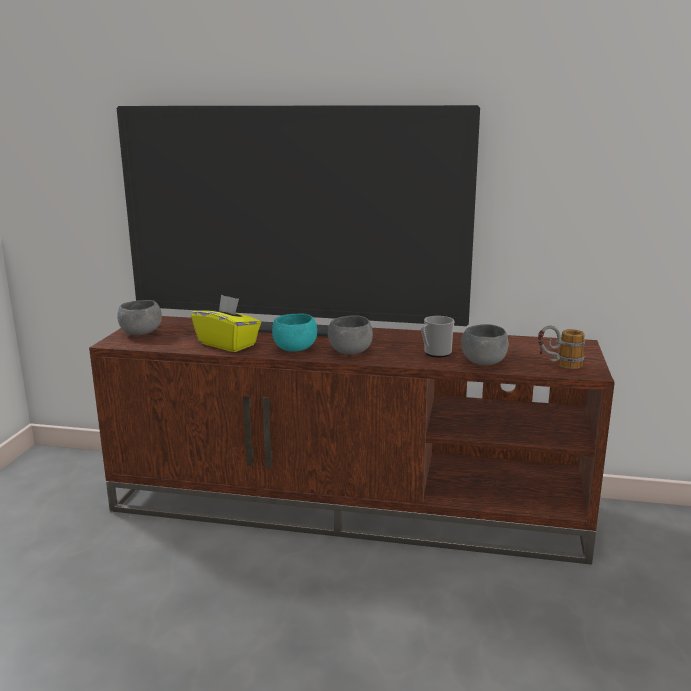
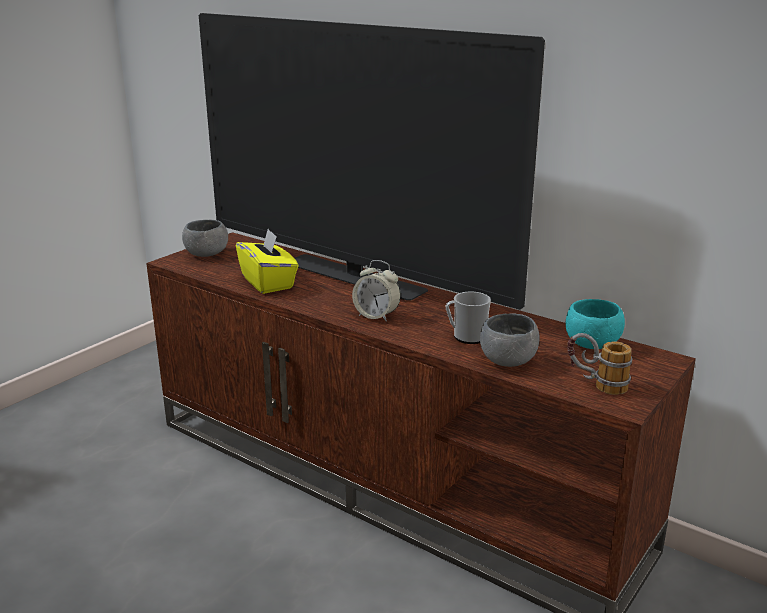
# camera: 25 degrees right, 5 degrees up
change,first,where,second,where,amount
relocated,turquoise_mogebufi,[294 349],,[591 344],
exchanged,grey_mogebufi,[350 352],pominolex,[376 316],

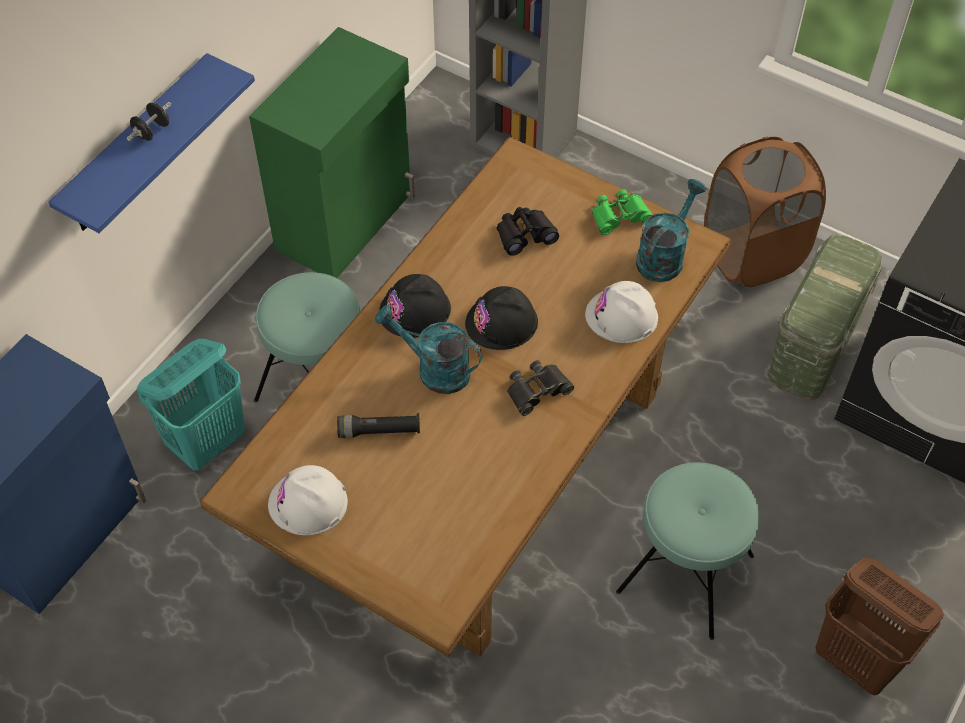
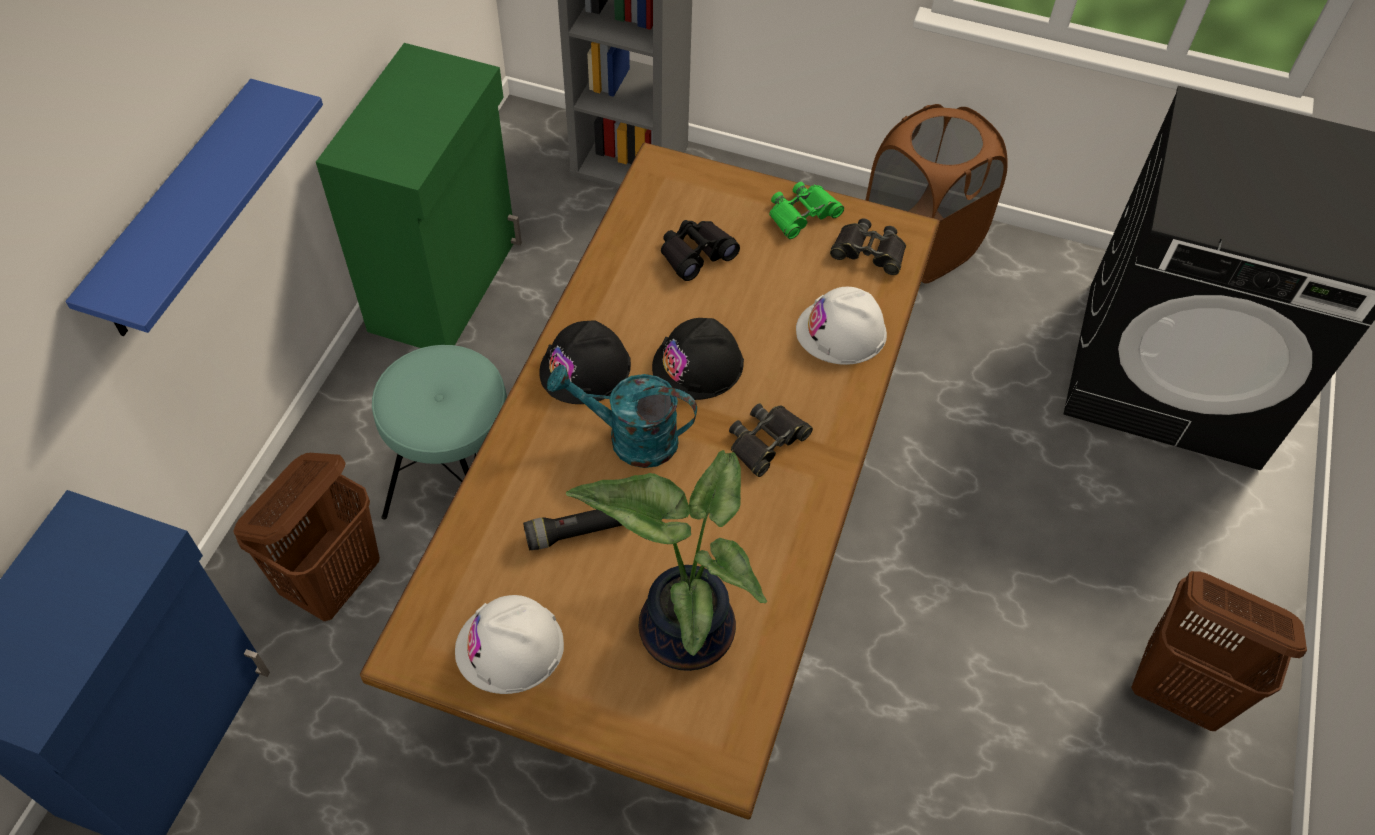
# camera: 15 degrees left, 0 degrees up
change,first,where,second,where,amount
missing,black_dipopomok,[152 131],,,
exchanged,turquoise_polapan,[664 255],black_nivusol,[869 252],
missing,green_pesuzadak,[813 347],,,
colour,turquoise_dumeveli,[207 442],brown_dumeveli,[334 580],
missing,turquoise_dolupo,[685 573],,,
appeared,,,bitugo,[682 625],

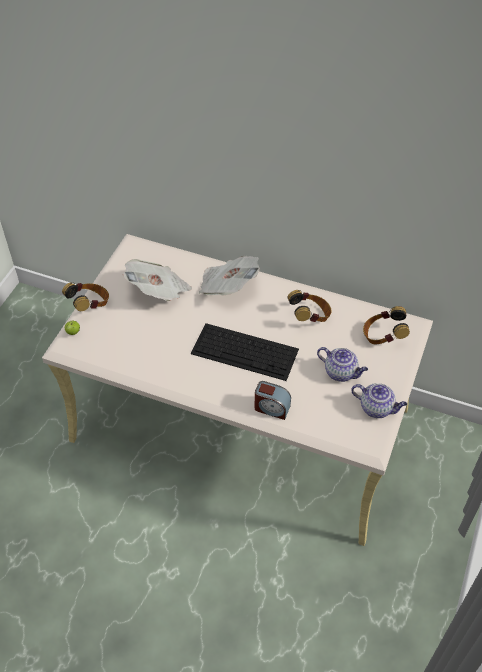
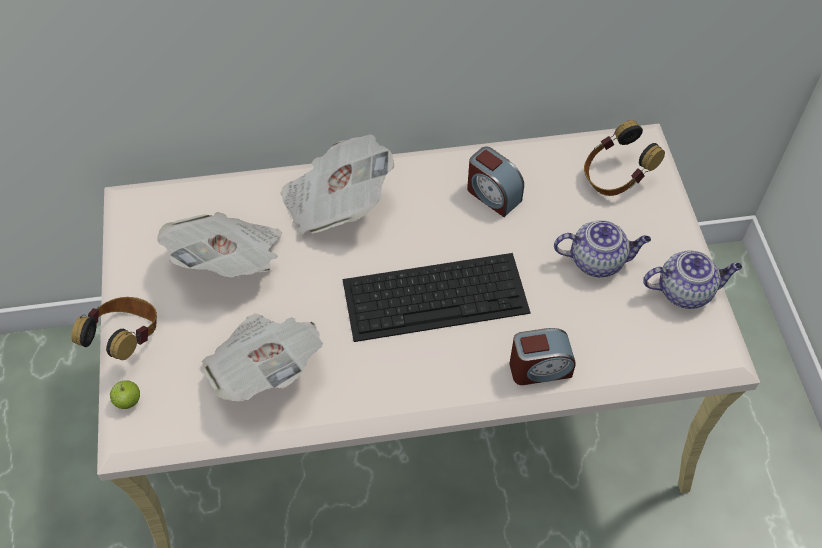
# camera: 30 degrees left, 5 degrees up
change,first,where,second,where,amount
exchanged,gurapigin,[310 317],pominolex,[492 195],
appeared,,,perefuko,[265 368],

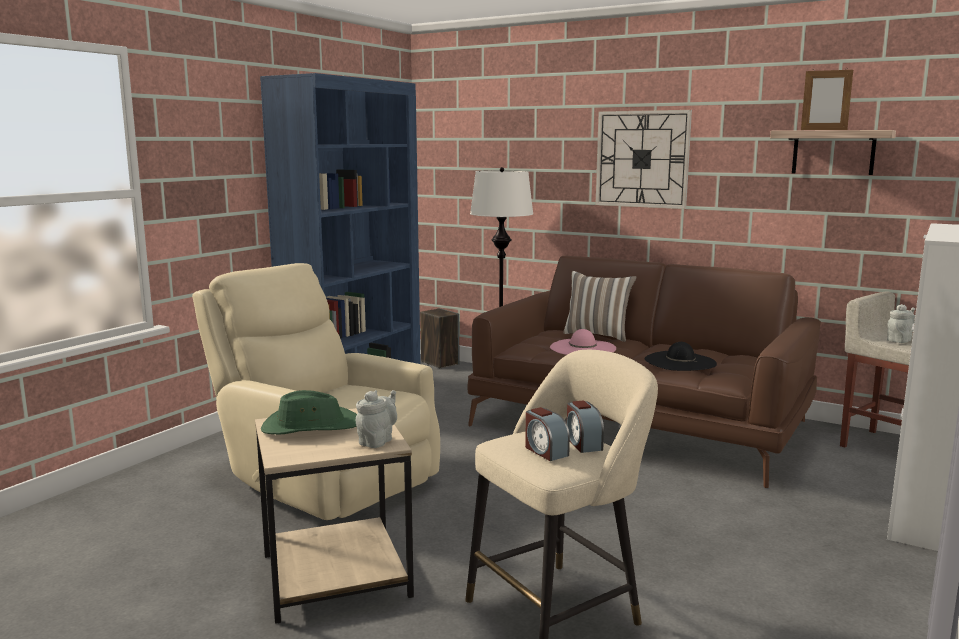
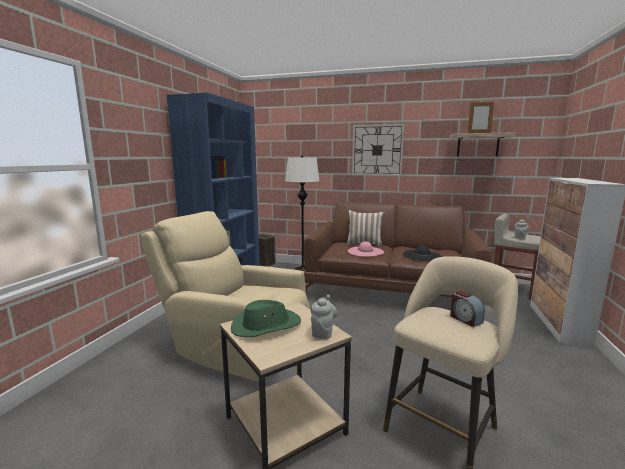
# camera: 15 degrees left, 0 degrees up
change,first,where,second,where,amount
missing,pominolex,[545 451],,,

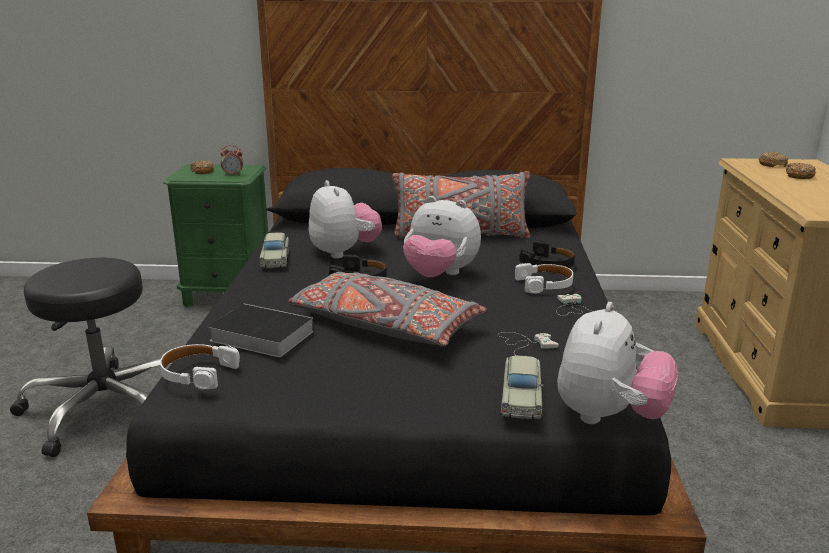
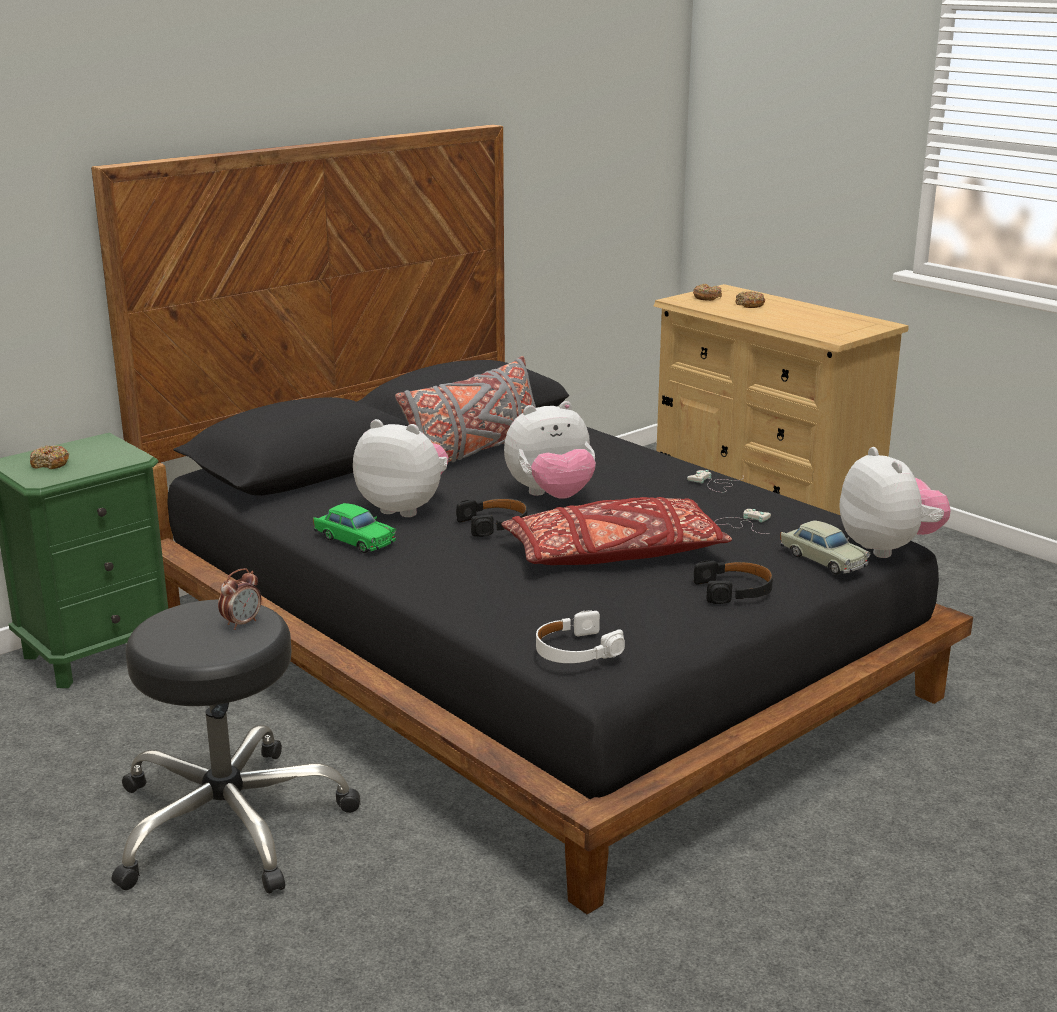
# camera: 45 degrees left, 0 degrees up
change,first,where,second,where,amount
relocated,pominolex,[233 175],,[242 623],
colour,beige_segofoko,[275 259],green_segofoko,[354 540],
relocated,black_gurapigin,[548 263],,[735 590],
missing,white_gurapigin,[545 284],,,
colour,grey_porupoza,[384 326],red_porupoza,[614 555],
missing,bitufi,[258 335],,,

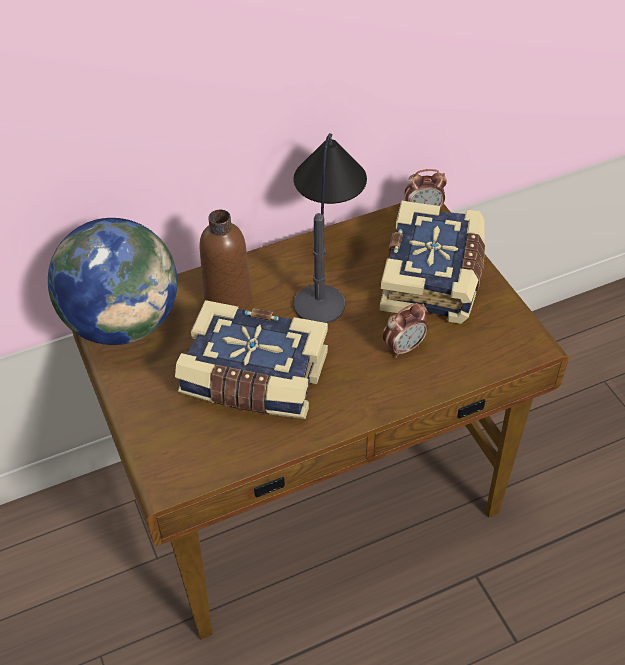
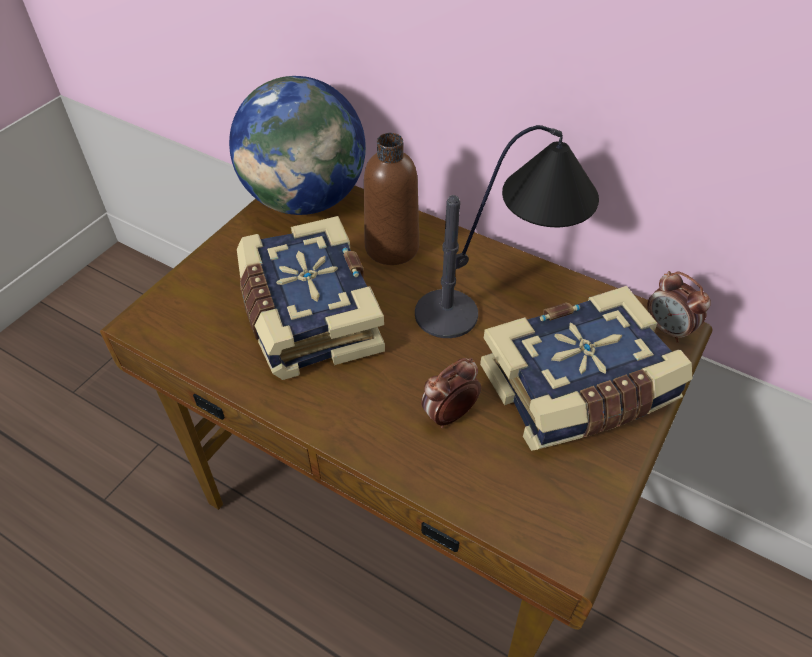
# camera: 55 degrees right, 0 degrees up
change,first,where,second,where,amount
spun,pominolex,[404 348],,[449 415],120 degrees clockwise

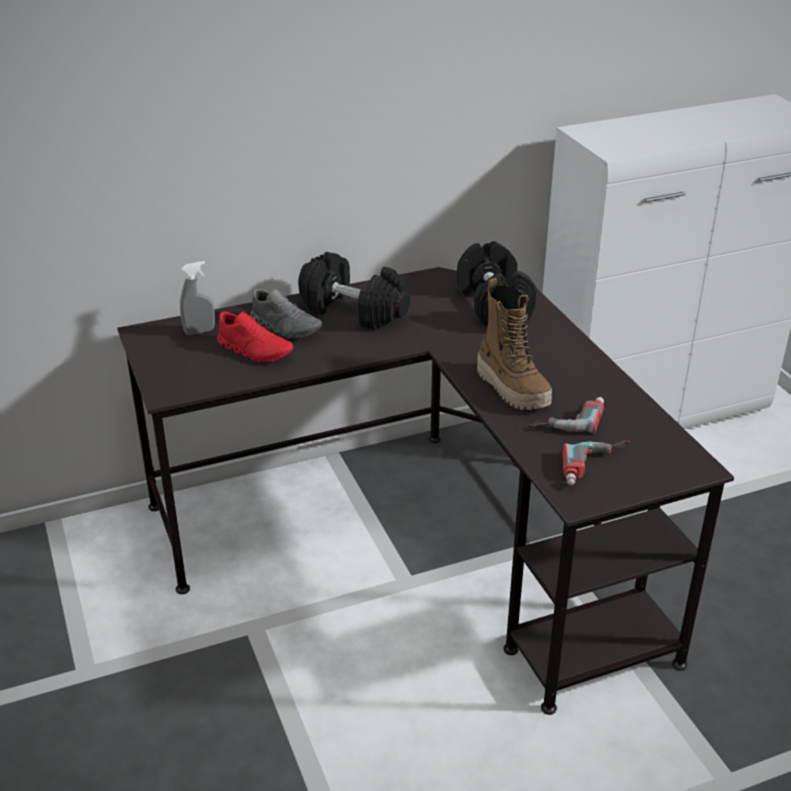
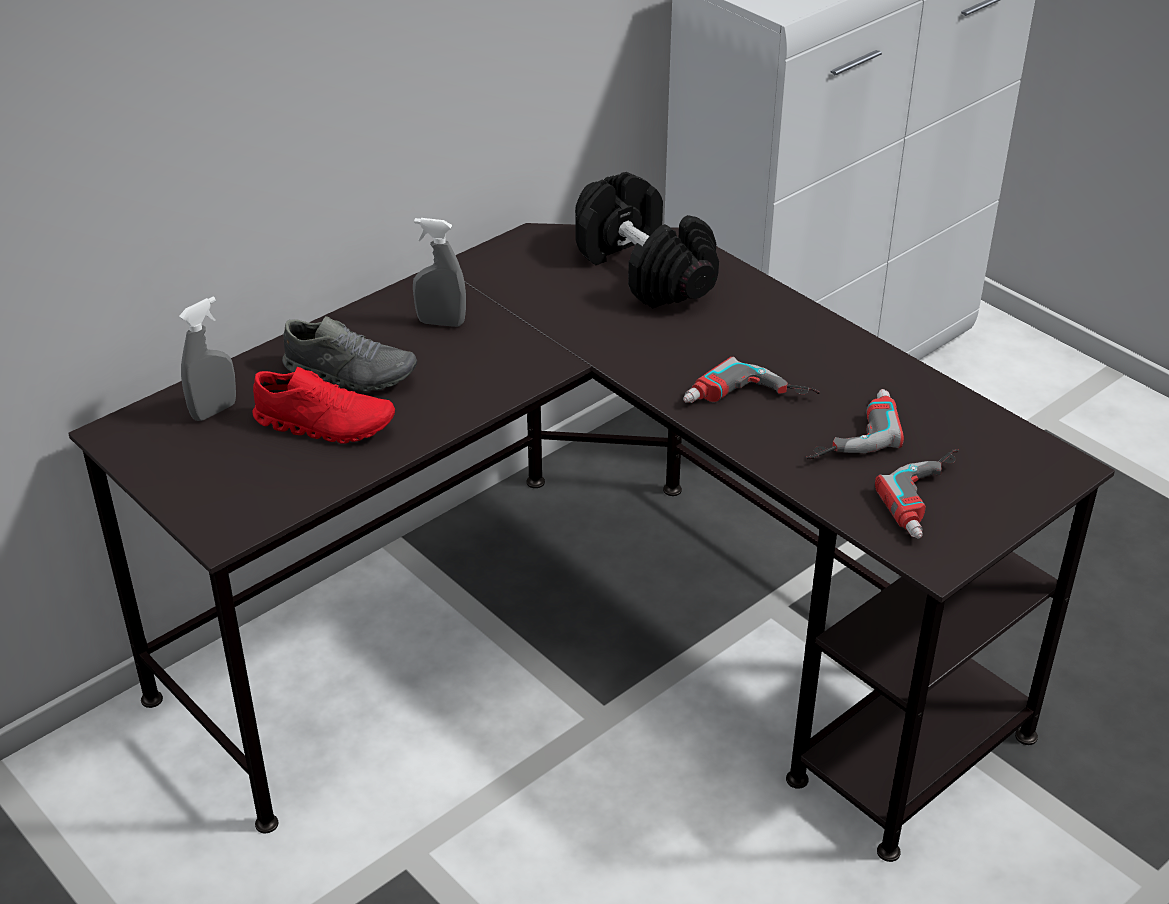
# camera: 20 degrees left, 5 degrees up
change,first,where,second,where,amount
exchanged,black_dipopomok,[354 310],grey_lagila,[441 322],
exchanged,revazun,[512 388],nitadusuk,[748 402],

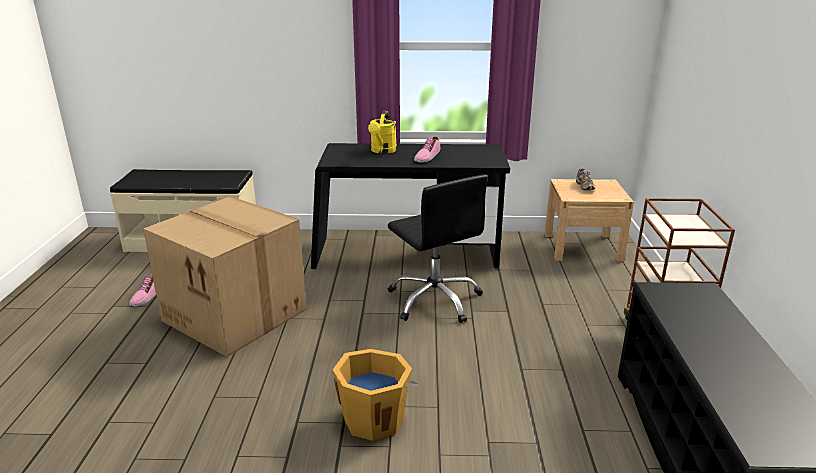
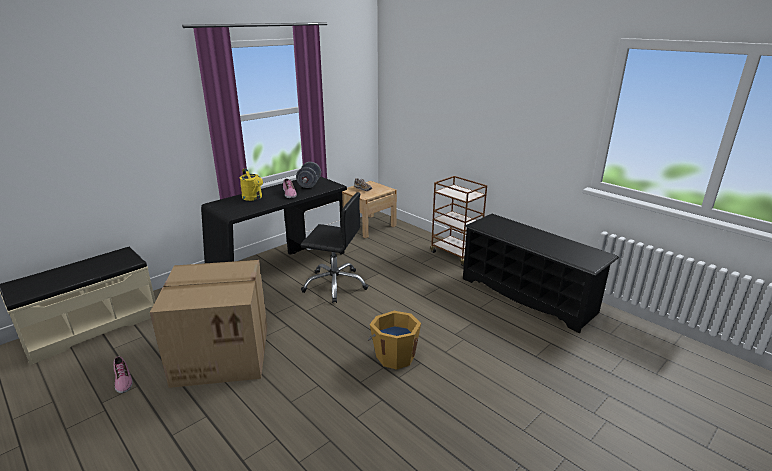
# camera: 45 degrees left, 0 degrees up
change,first,where,second,where,amount
appeared,,,grey_dipopomok,[309 184],

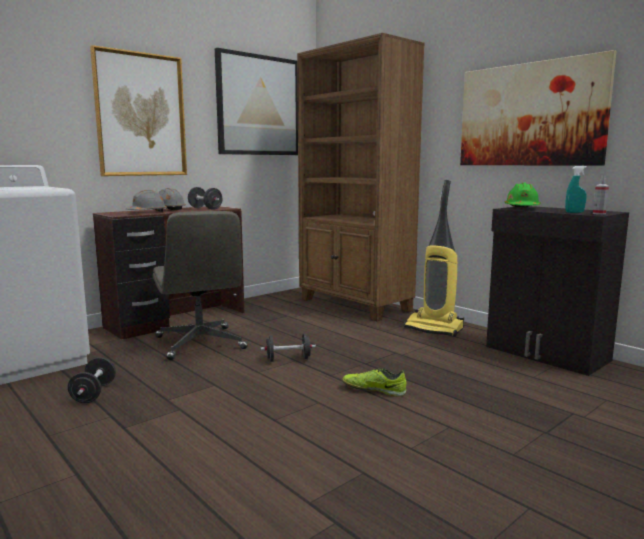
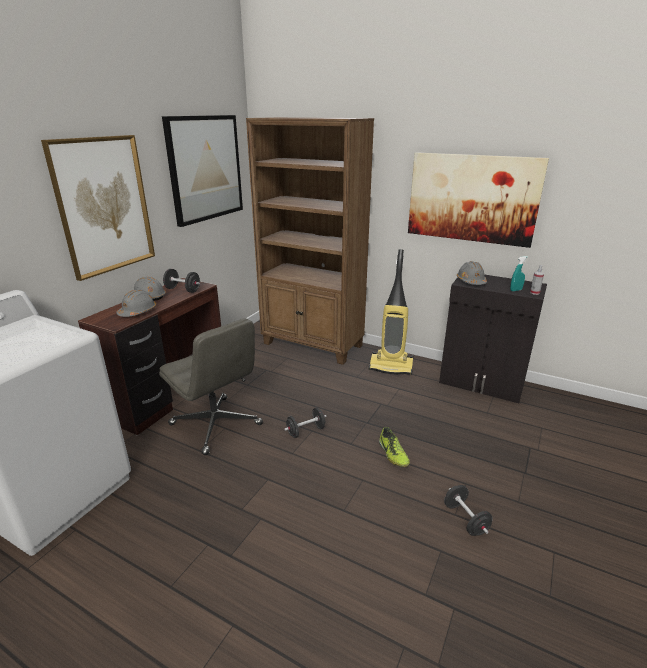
# camera: 20 degrees left, 15 degrees up
change,first,where,second,where,amount
colour,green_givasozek,[522 208],grey_givasozek,[471 281],
relocated,black_dipopomok,[94 393],,[465 519],
spun,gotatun,[374 390],,[393 454],105 degrees counterclockwise

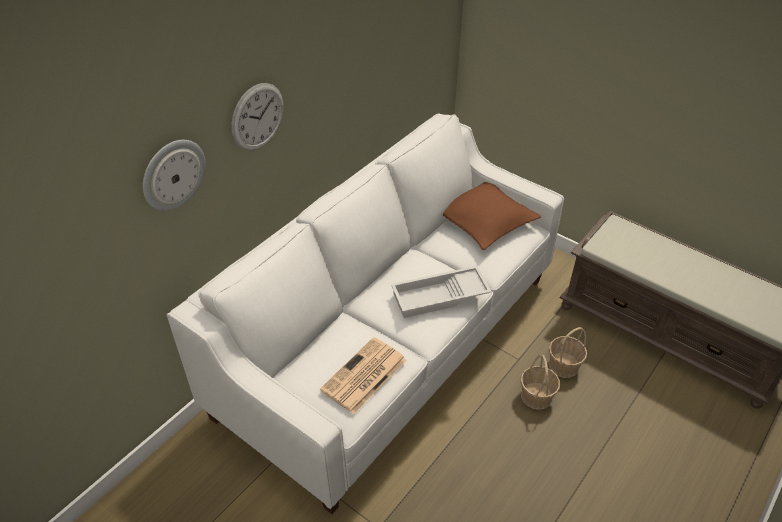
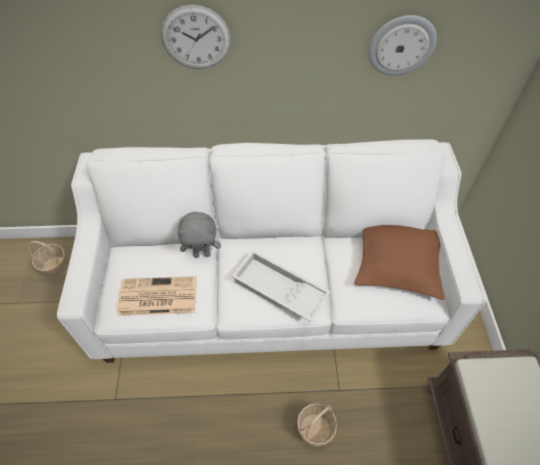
# camera: 50 degrees right, 10 degrees up
change,first,where,second,where,amount
relocated,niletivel,[173 174],,[401 45],
relocated,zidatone,[563 365],,[56 267],
appeared,,,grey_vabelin,[202 254],

